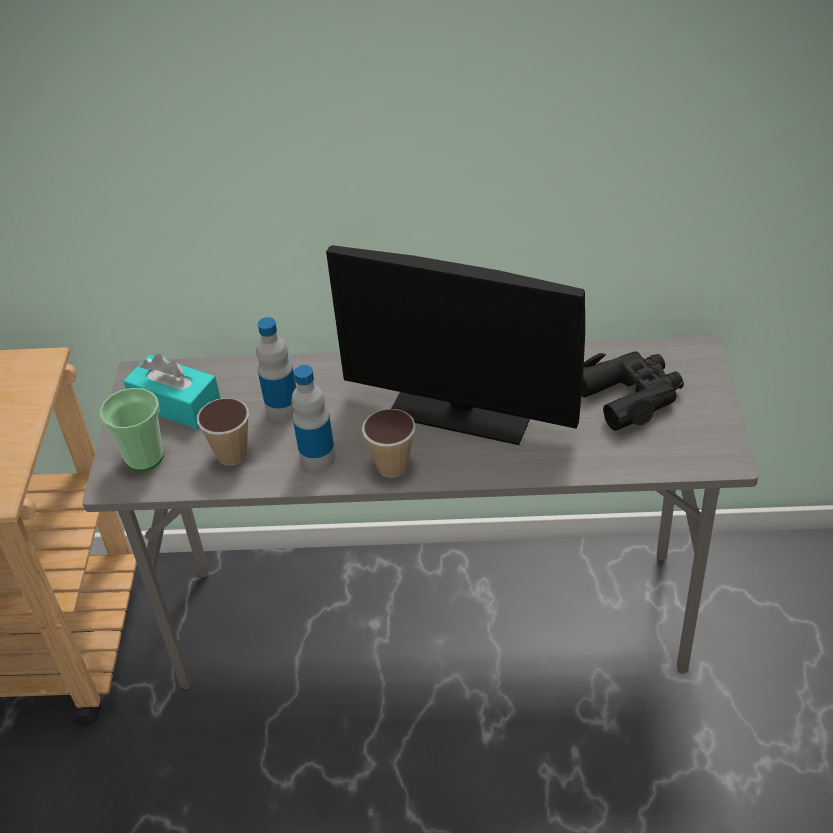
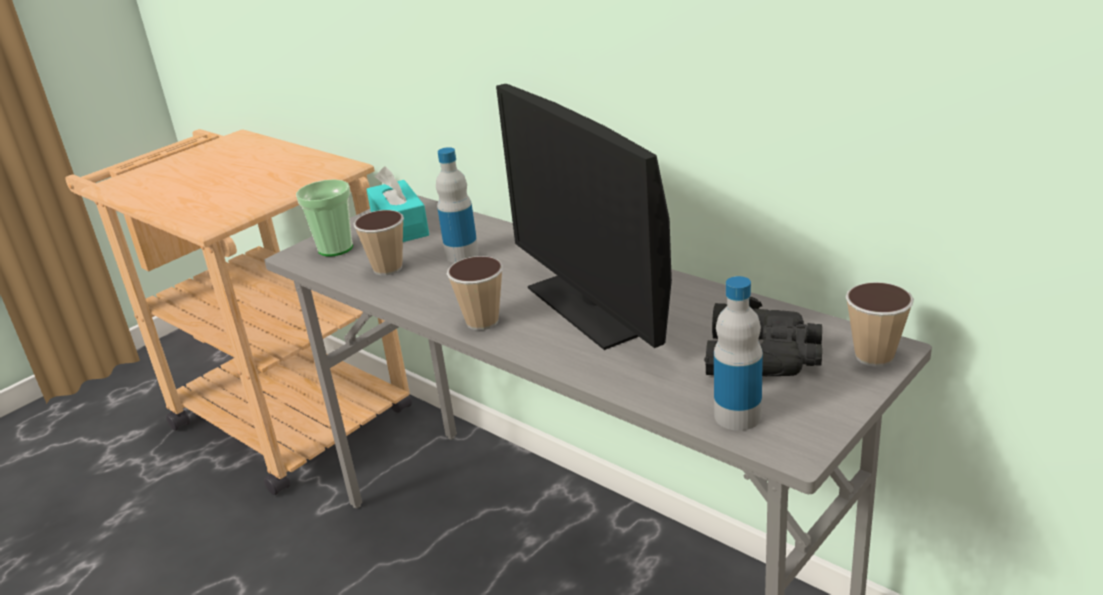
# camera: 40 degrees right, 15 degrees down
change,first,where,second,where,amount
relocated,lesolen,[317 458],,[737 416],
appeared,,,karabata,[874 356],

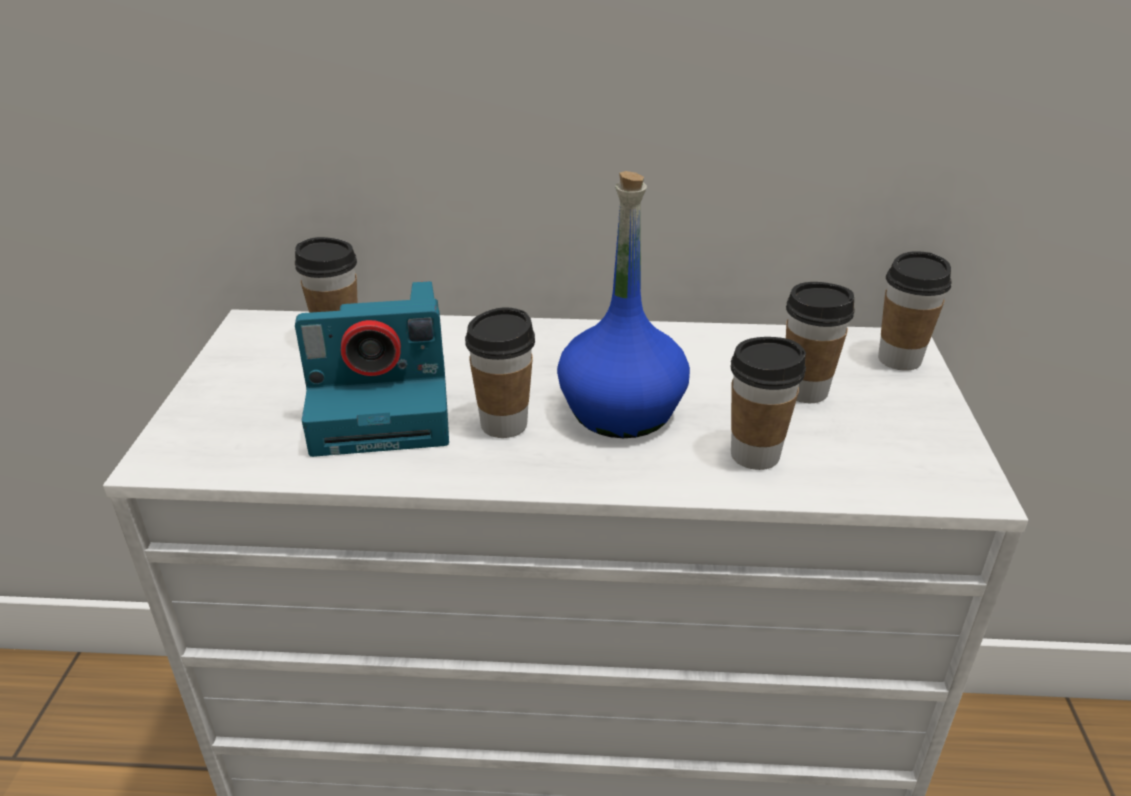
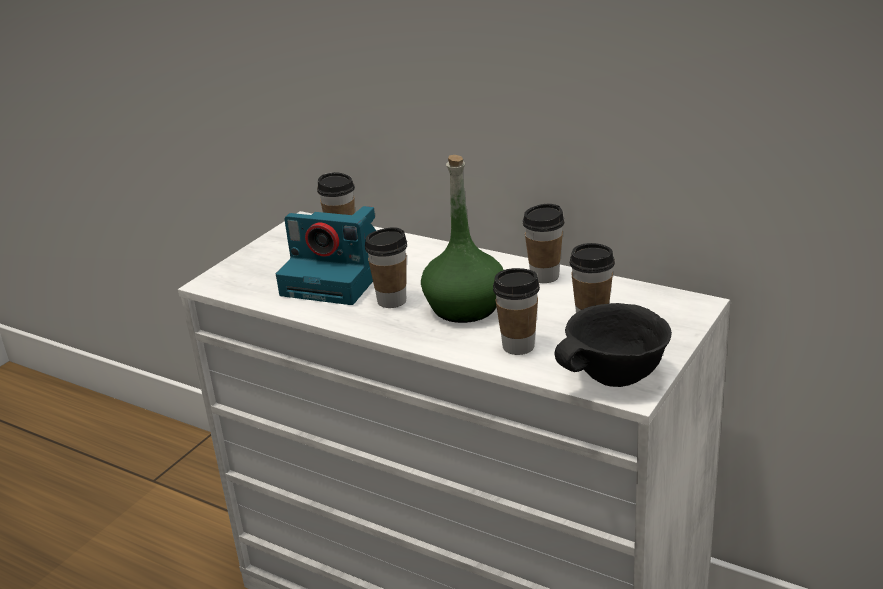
# camera: 30 degrees right, 5 degrees down
change,first,where,second,where,amount
colour,blue_lesolen,[622 411],green_lesolen,[465 307],
relocated,karabata,[899 359],,[544 276],
appeared,,,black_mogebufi,[615 379],

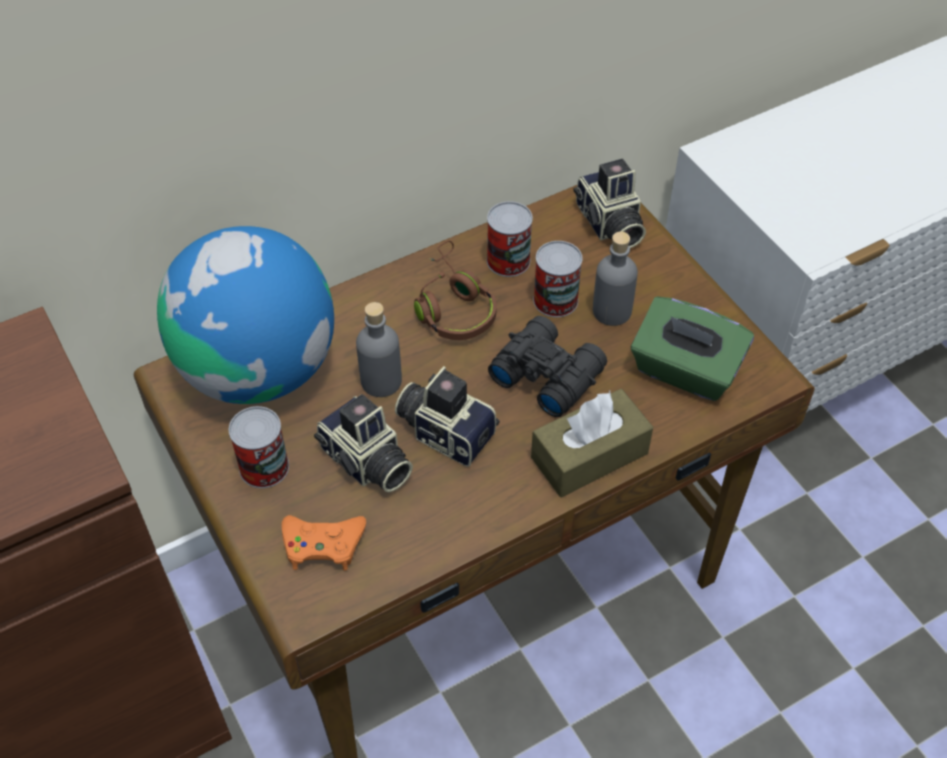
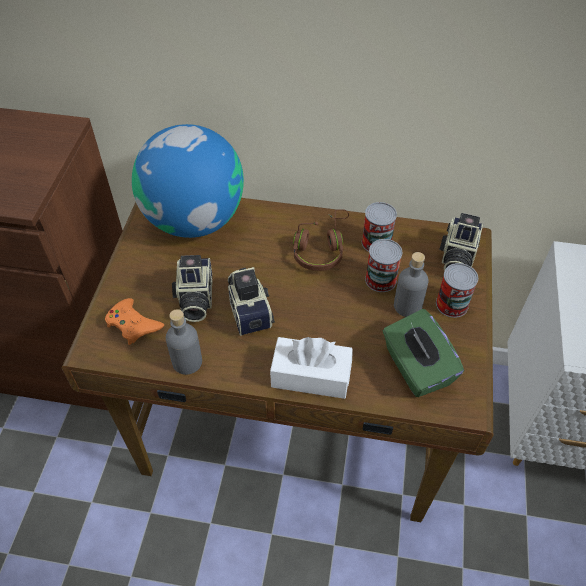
# camera: 40 degrees right, 0 degrees up
change,first,where,second,where,amount
relocated,grey_lesolen,[381 381],,[187 362],
missing,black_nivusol,[546 373],,,
colour,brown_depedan,[589 455],white_depedan,[311 376],
relocated,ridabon,[264 467],,[452 304],

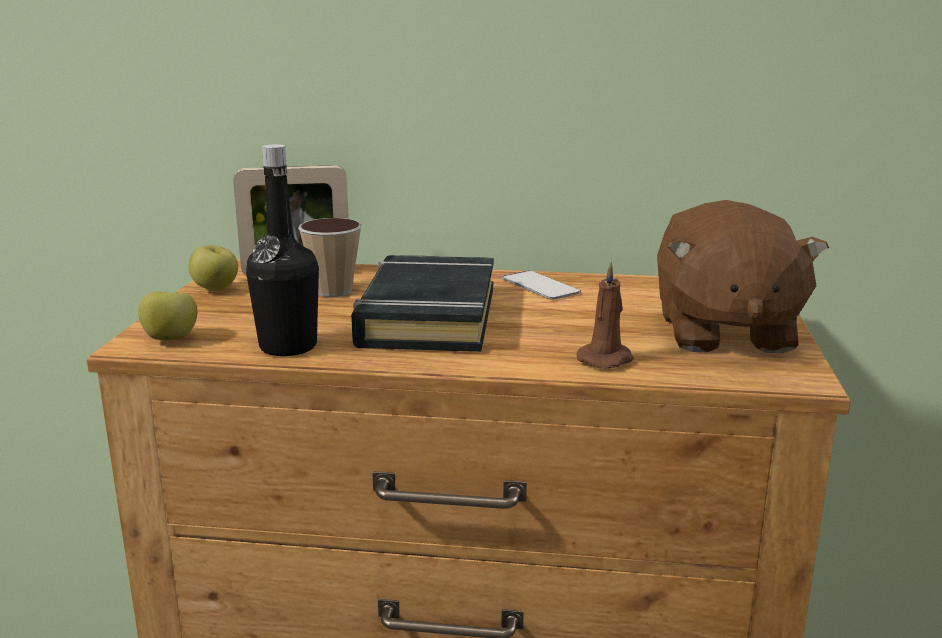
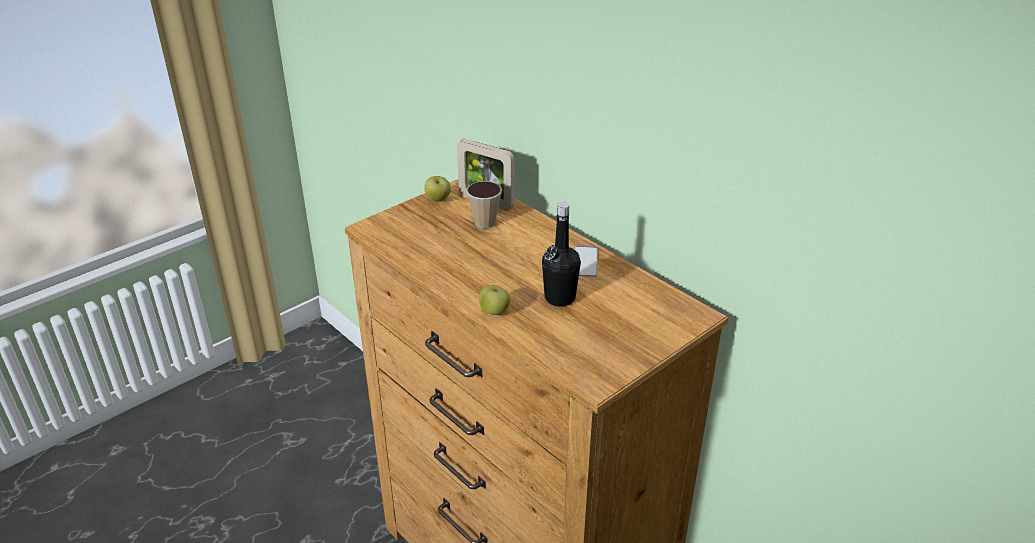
# camera: 40 degrees right, 15 degrees up
change,first,where,second,where,amount
relocated,black_lesolen,[288 346],,[560 298],
missing,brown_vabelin,[723 333],,,
missing,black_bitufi,[428 316],,,
missing,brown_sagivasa,[607 359],,,
relocated,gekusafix,[171 339],,[494 312],

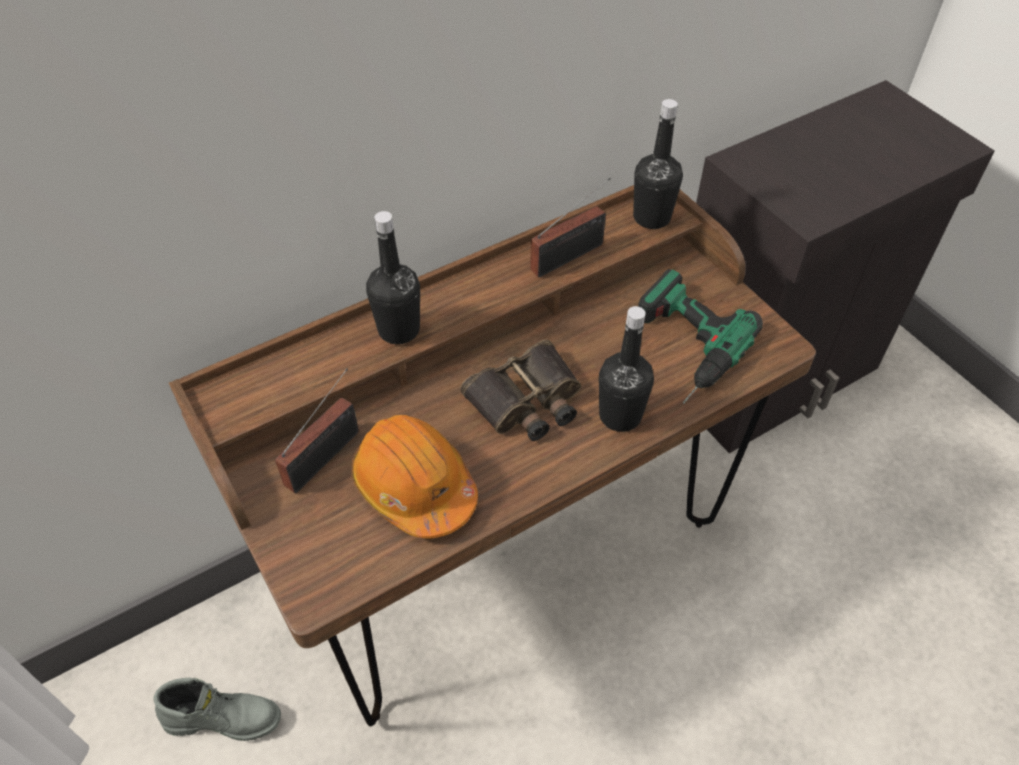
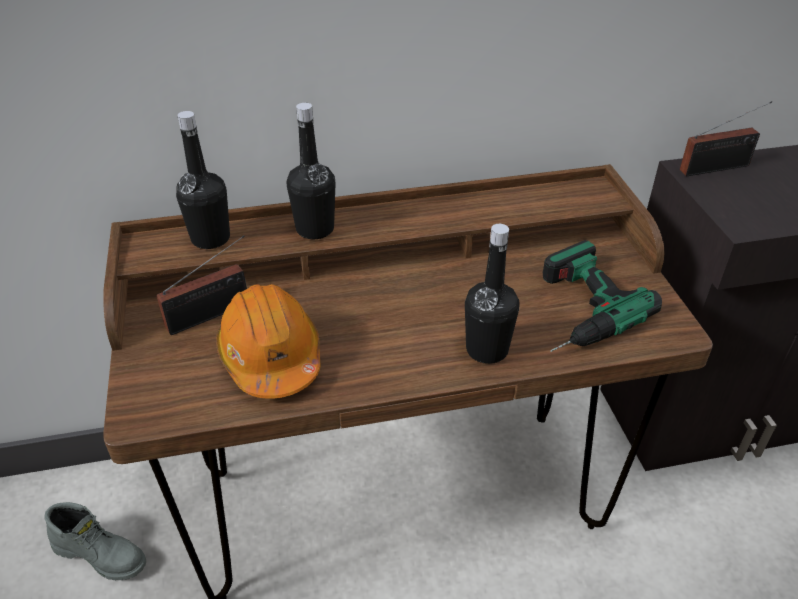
# camera: 20 degrees right, 10 degrees down
change,first,where,second,where,amount
relocated,black_lesolen,[651 217],,[210 238],
relocated,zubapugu,[571 255],,[718 168],
missing,nivusol,[527 402],,,

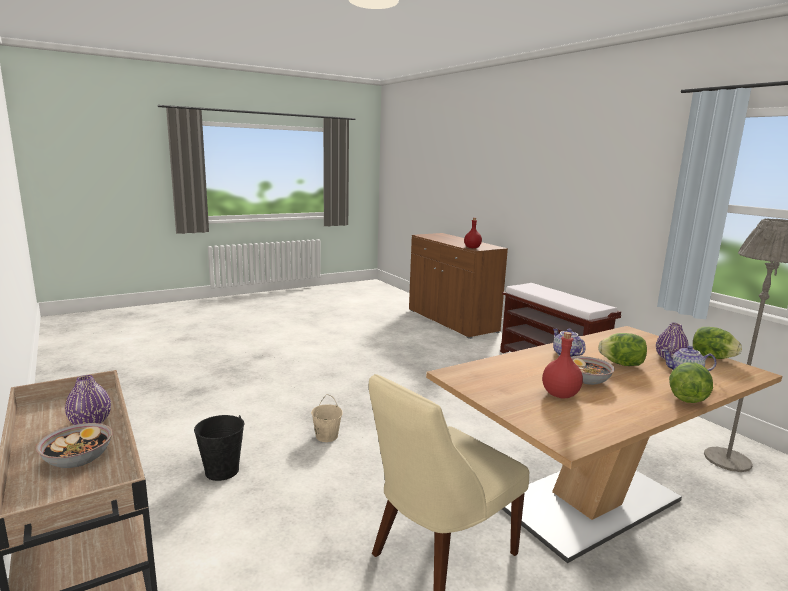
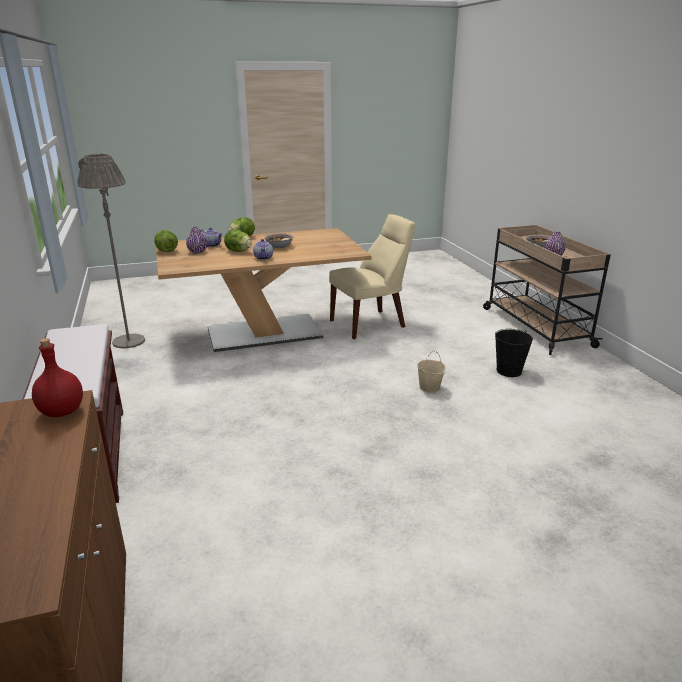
# camera: 165 degrees left, 10 degrees up
change,first,where,second,where,amount
missing,red_lesolen,[559 395],,,

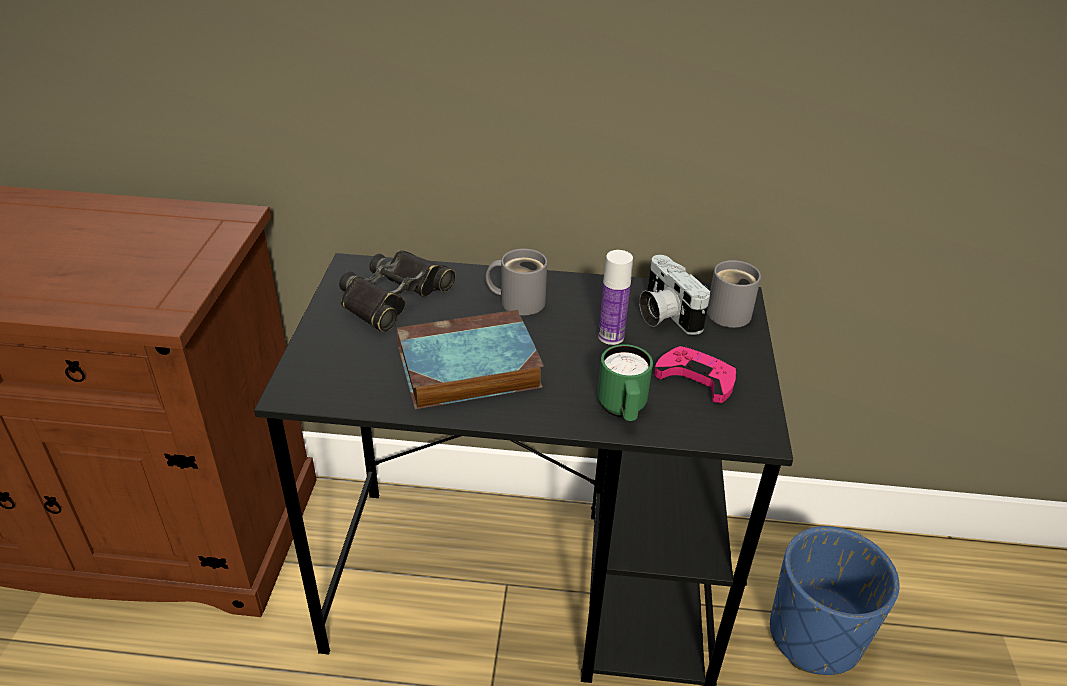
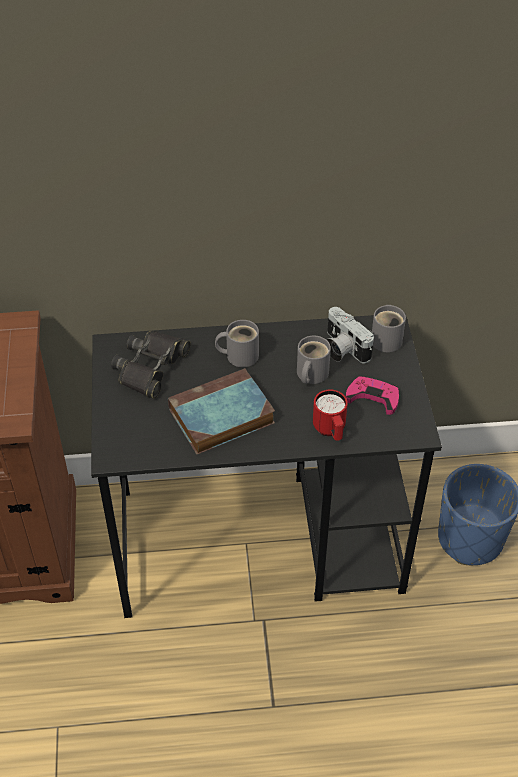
# camera: 10 degrees left, 10 degrees up
change,first,where,second,where,amount
exchanged,lesolen,[611 336],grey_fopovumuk,[310 374],
colour,green_fopovumuk,[623 410],red_fopovumuk,[330 431],

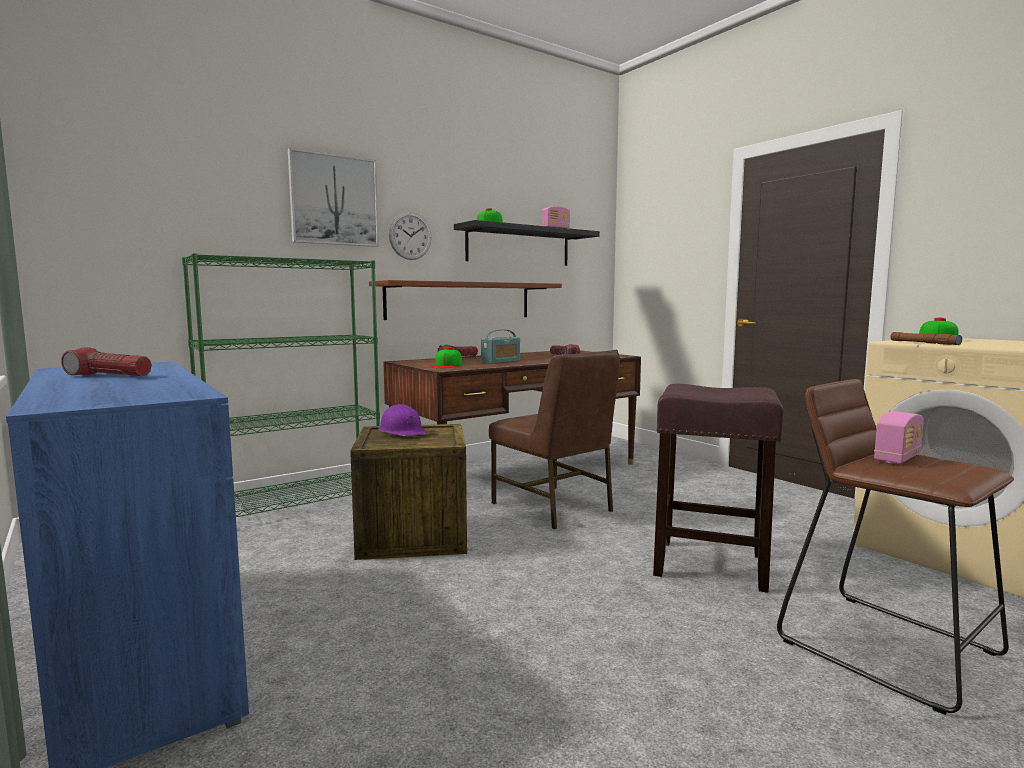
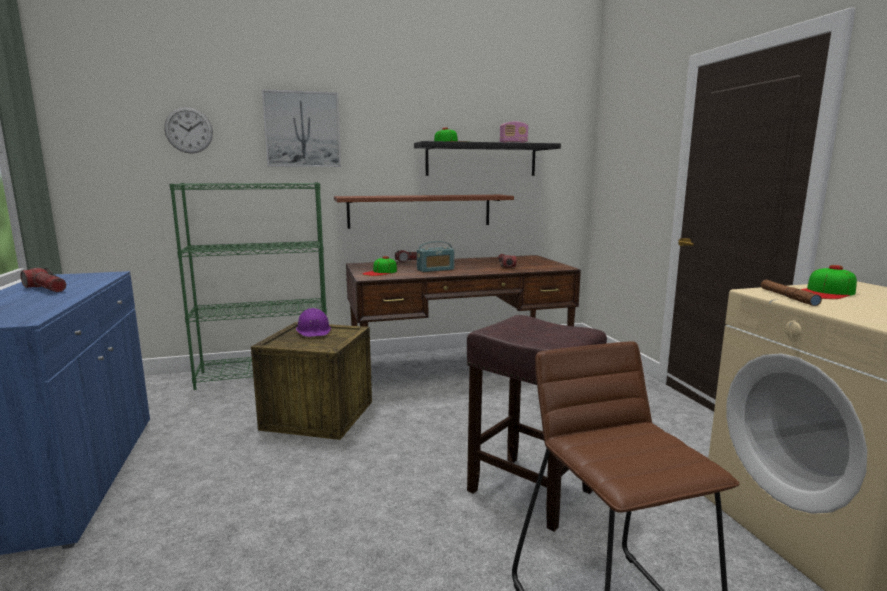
# camera: 20 degrees right, 5 degrees up
change,first,where,second,where,amount
relocated,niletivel,[410 236],,[189 130],
missing,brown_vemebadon,[554 507],,,
missing,zubapugu,[897 458],,,

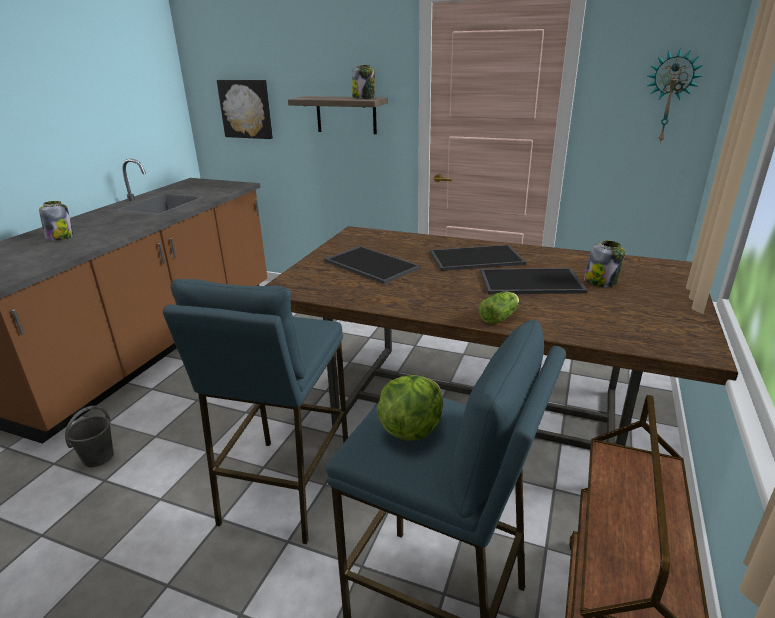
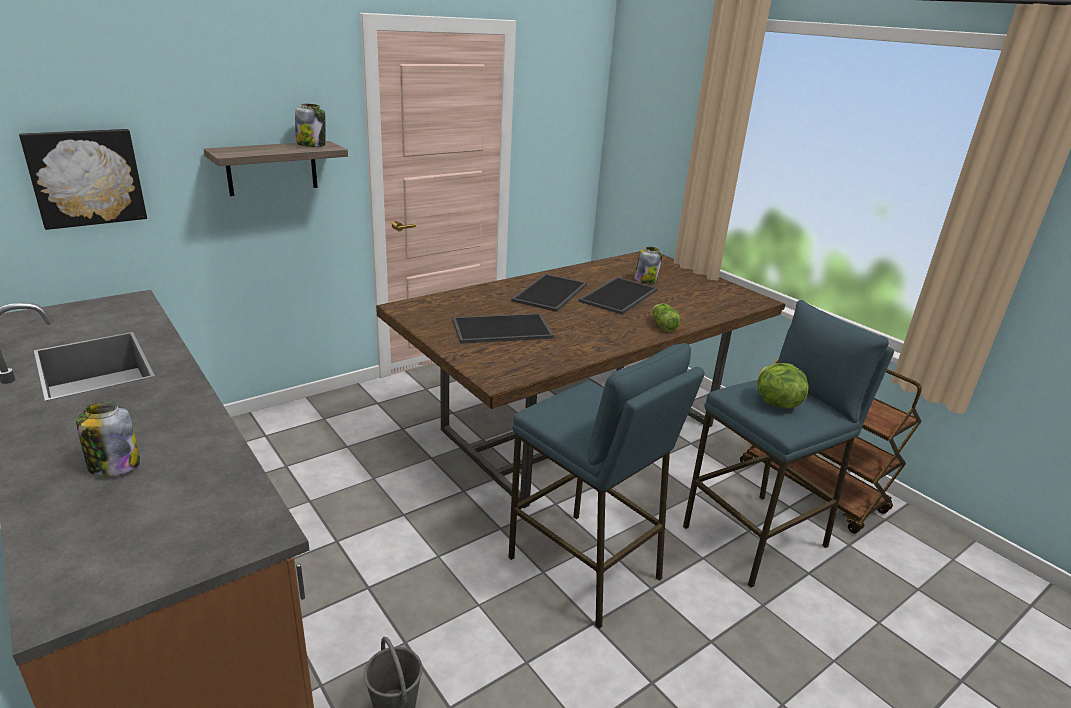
# camera: 60 degrees left, 0 degrees up
change,first,where,second,where,amount
missing,niletivel,[669 97],,,

